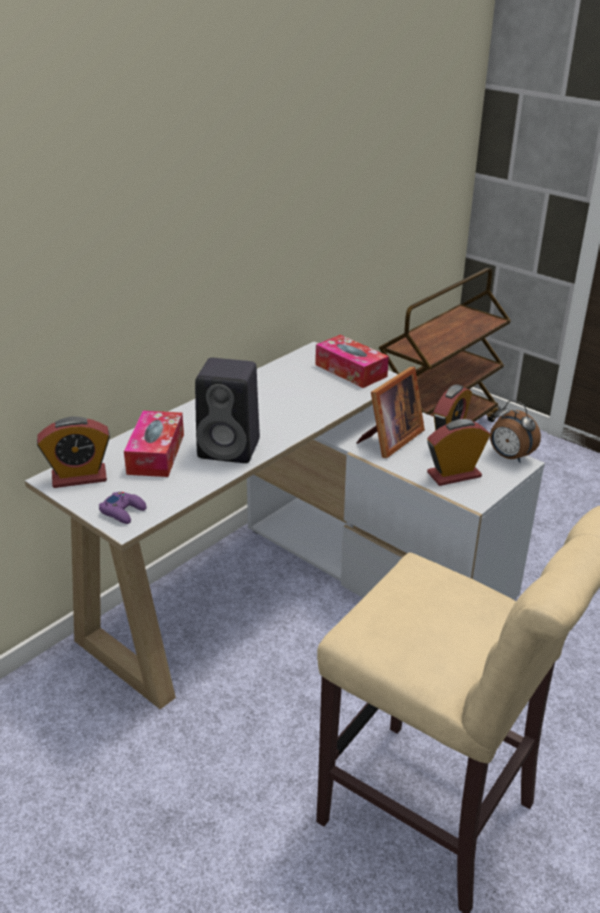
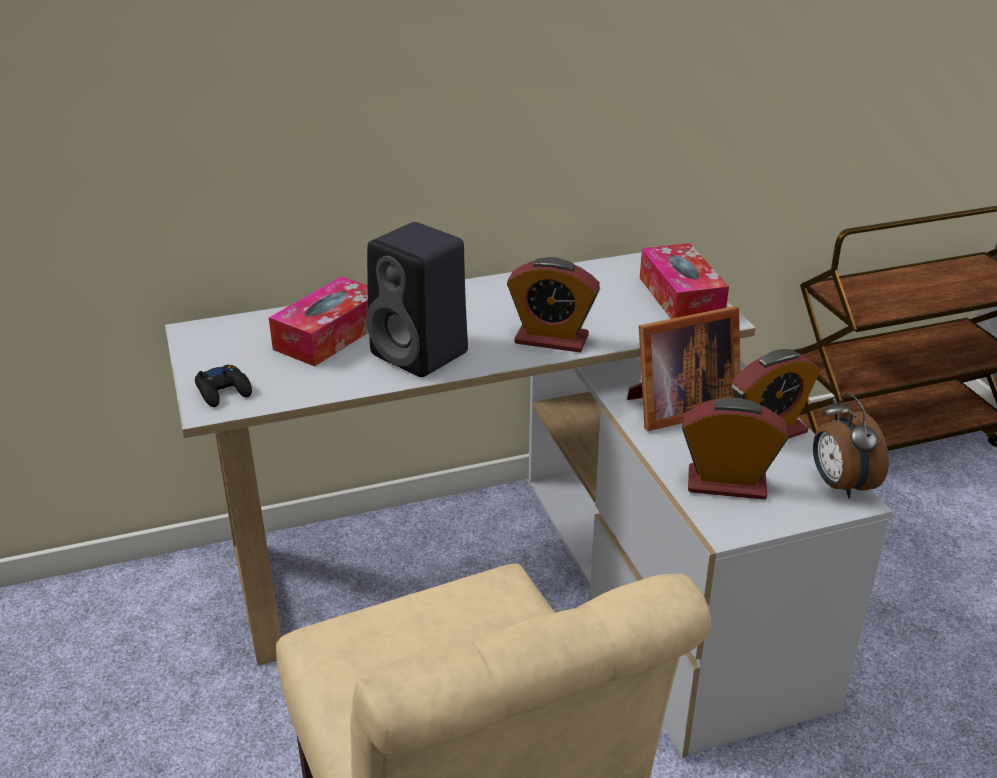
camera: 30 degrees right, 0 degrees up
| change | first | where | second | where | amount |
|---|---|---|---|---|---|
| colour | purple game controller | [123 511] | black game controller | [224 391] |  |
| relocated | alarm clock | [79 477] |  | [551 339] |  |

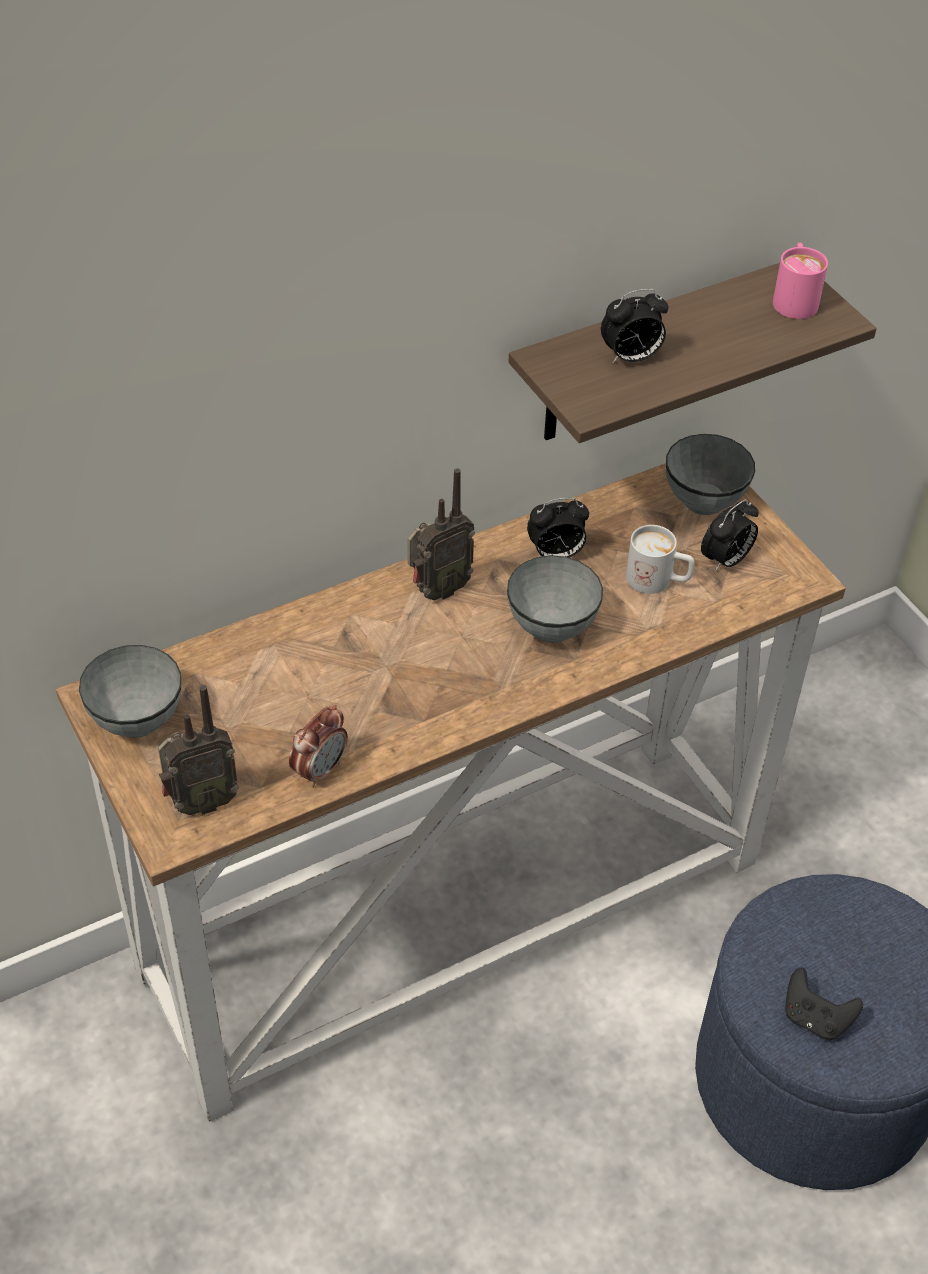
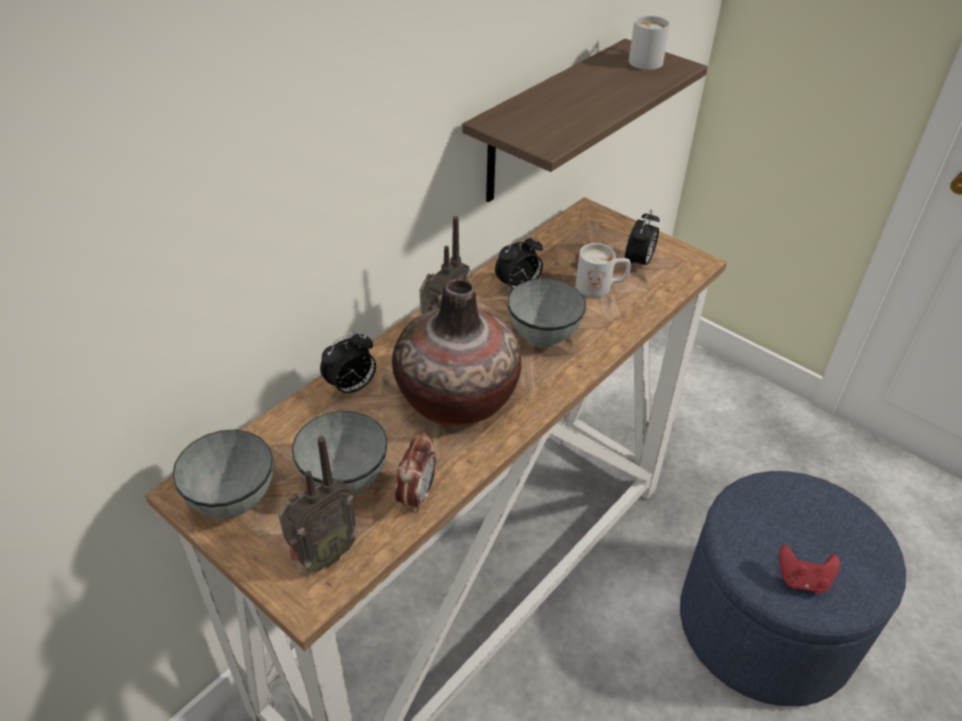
camera: 20 degrees left, 5 degrees down
| change | first | where | second | where | amount |
|---|---|---|---|---|---|
| relocated | grey bowl | [703 501] |  | [344 480] |  |
| relocated | alarm clock | [631 358] |  | [351 387] |  |
| appeared |  |  | vase | [457 399] |  |
| colour | pink mug | [794 298] | white mug | [642 59] |  |
| colour | black game controller | [815 1018] | red game controller | [802 580] |  |

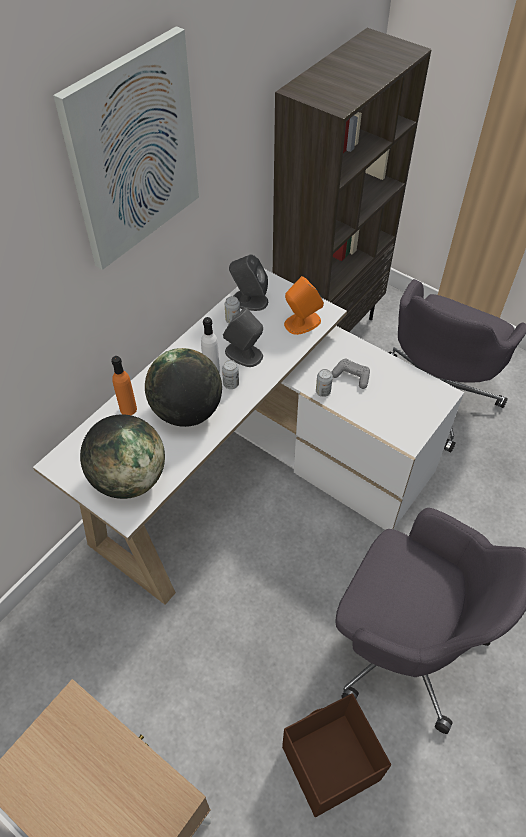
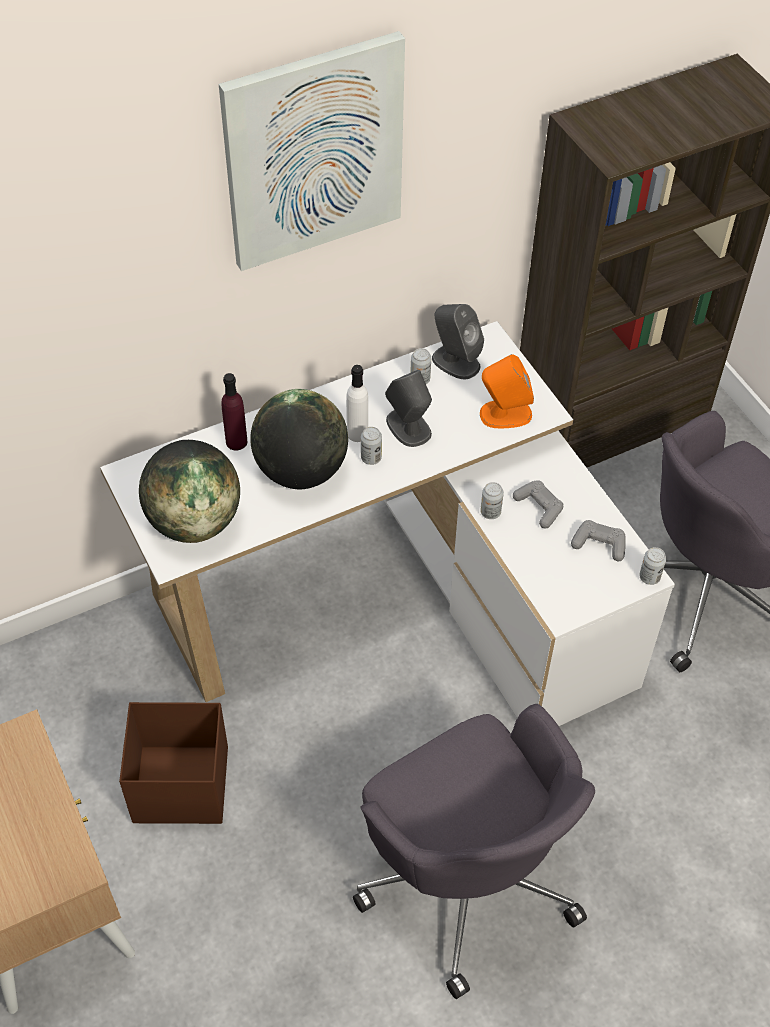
camera: 25 degrees right, 0 degrees up
| change | first | where | second | where | amount |
|---|---|---|---|---|---|
| relocated | brown storage box | [328 764] |  | [179 784] |  |
| colour | orange bottle | [128 409] | purple bottle | [236 442] |  |
| appeared |  |  | grey game controller | [599 545] |  |
| appeared |  |  | can | [649 577] |  |

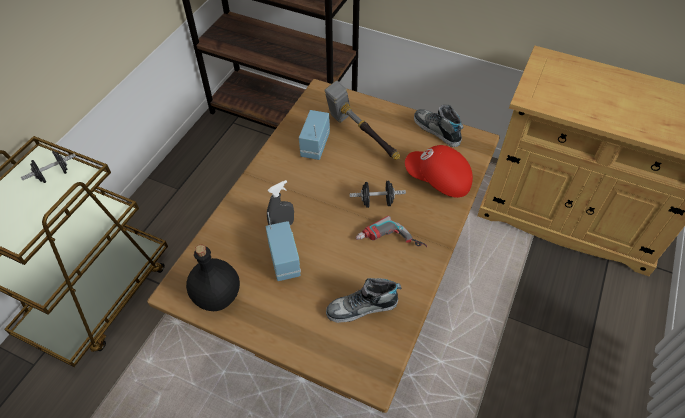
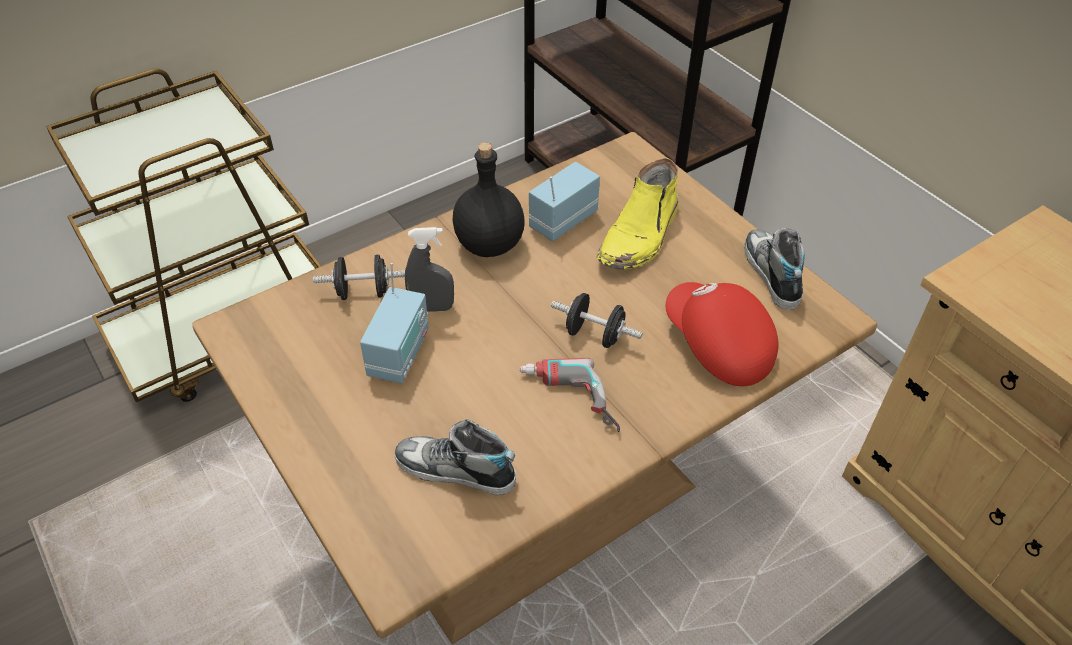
camera: 30 degrees right, 5 degrees down
| change | first | where | second | where | amount |
|---|---|---|---|---|---|
| relocated | black dumbbell | [54 175] |  | [363 292] |  |
| relocated | black bottle | [216 297] |  | [488 245] |  |
| exchanged | hammer | [360 137] | yellow boot | [640 236] |  |

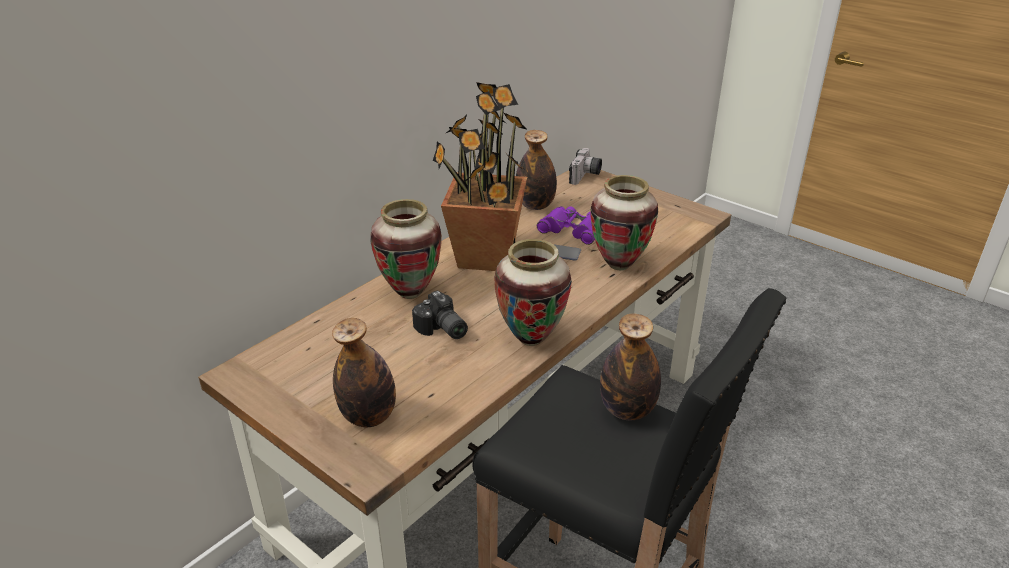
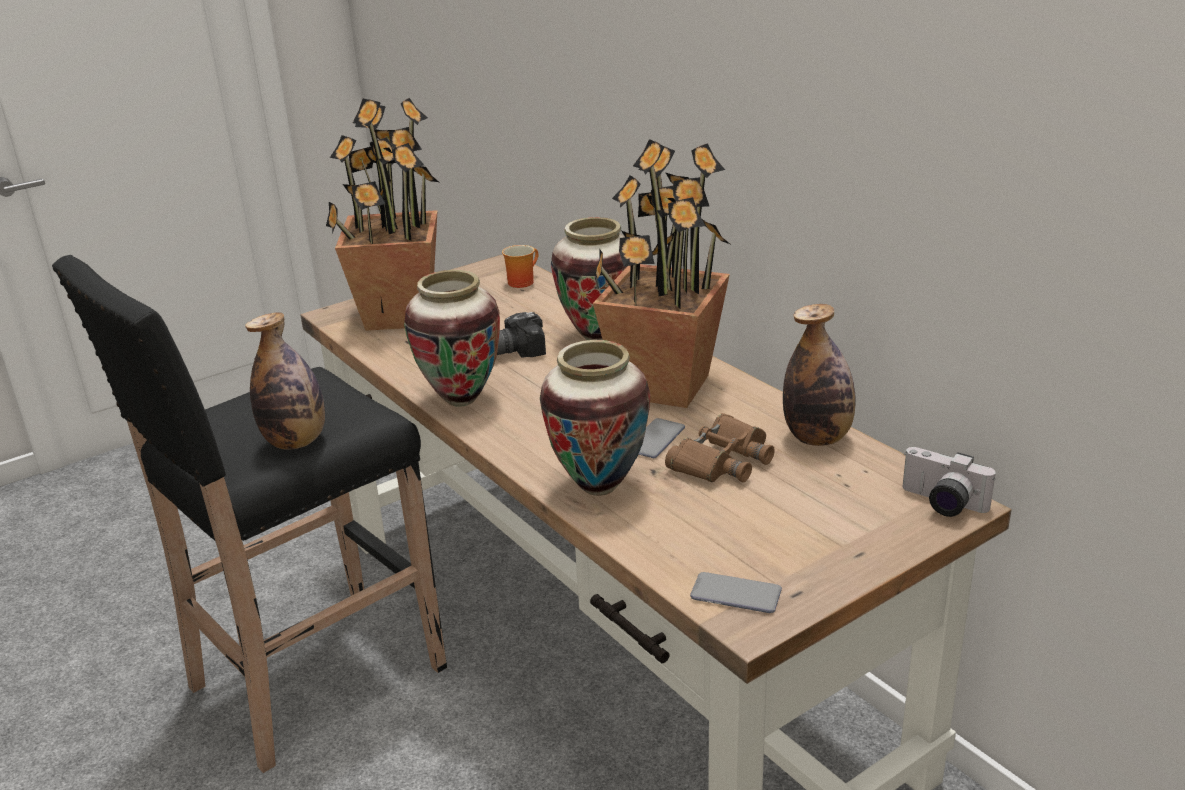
camera: 105 degrees right, 5 degrees down
| change | first | where | second | where | amount |
|---|---|---|---|---|---|
| exchanged | bottle | [369 417] | potted plant | [399 315] |  |
| appeared |  |  | mug | [521 281] |  |
| colour | purple binoculars | [571 230] | brown binoculars | [722 460] |  |
| appeared |  |  | phone | [735 594] |  |

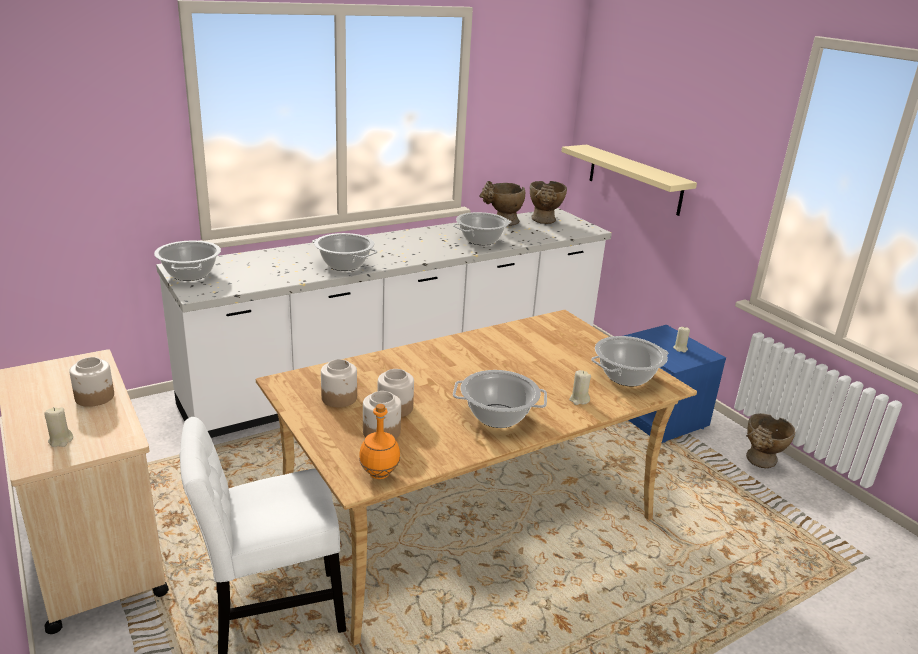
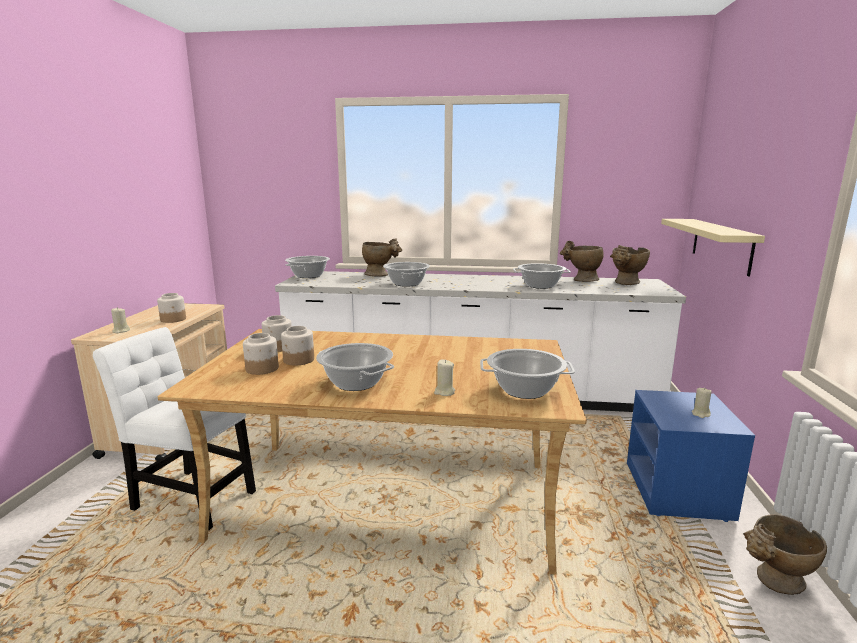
camera: 40 degrees right, 10 degrees down
| change | first | where | second | where | amount |
|---|---|---|---|---|---|
| appeared |  |  | beige vase | [380 275] |  |
| missing | orange bottle | [379 474] |  |  |  |

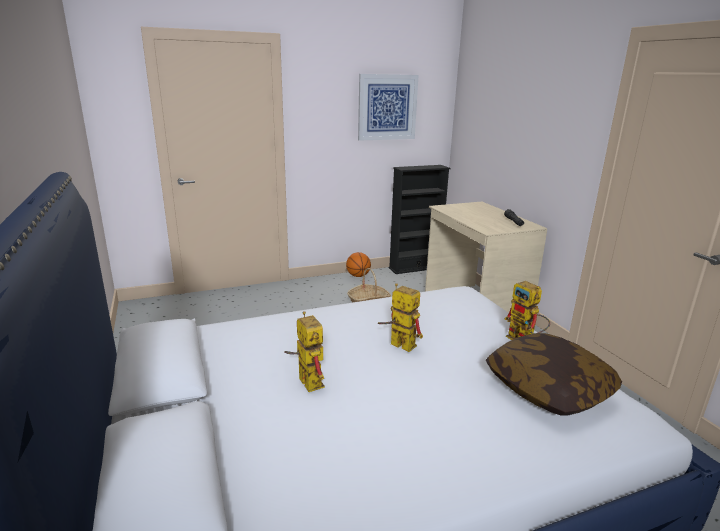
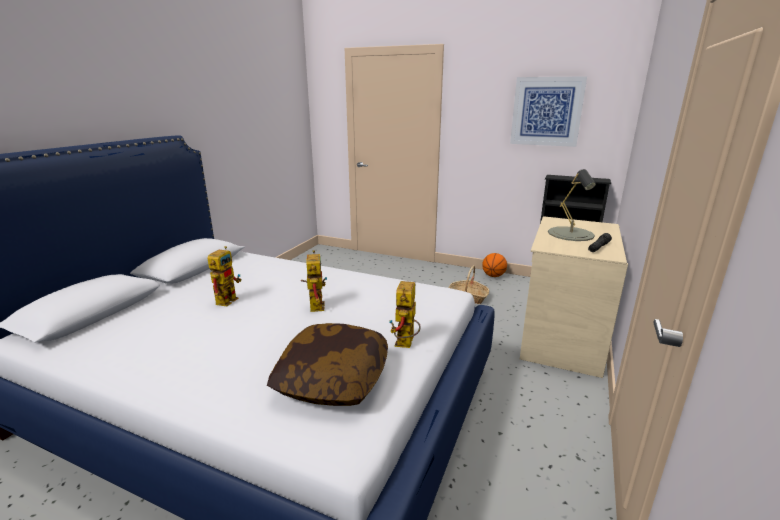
camera: 45 degrees right, 0 degrees up
| change | first | where | second | where | amount |
|---|---|---|---|---|---|
| appeared |  |  | grey table lamp | [570 234] |  |

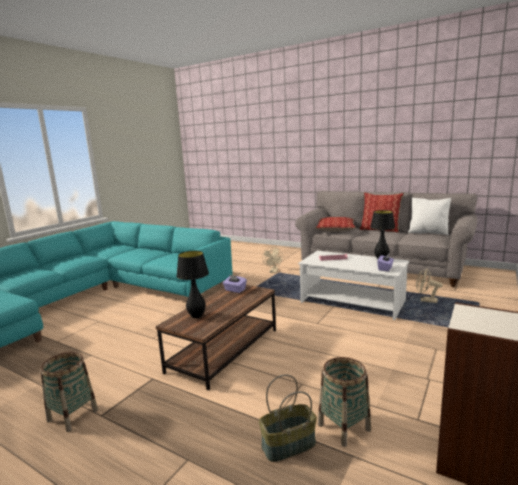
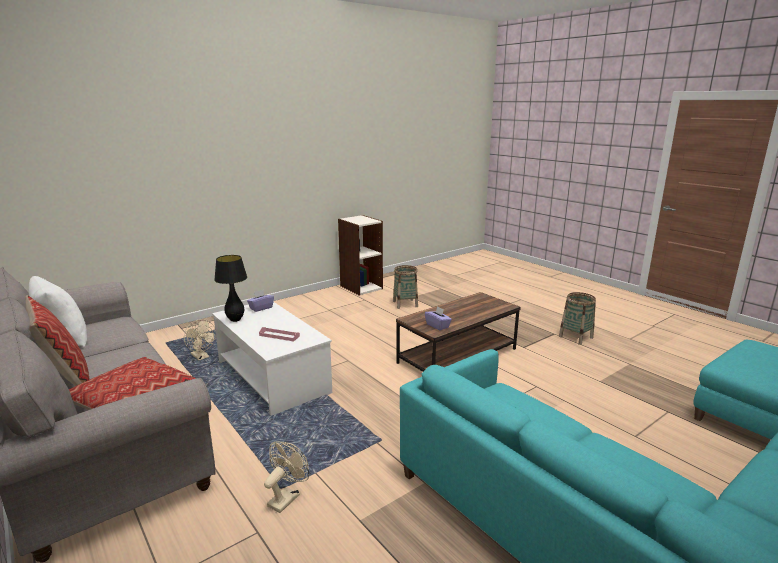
camera: 160 degrees left, 5 degrees up
| change | first | where | second | where | amount |
|---|---|---|---|---|---|
| missing | black table lamp | [196 316] |  |  |  |
| missing | basket | [288 446] |  |  |  |

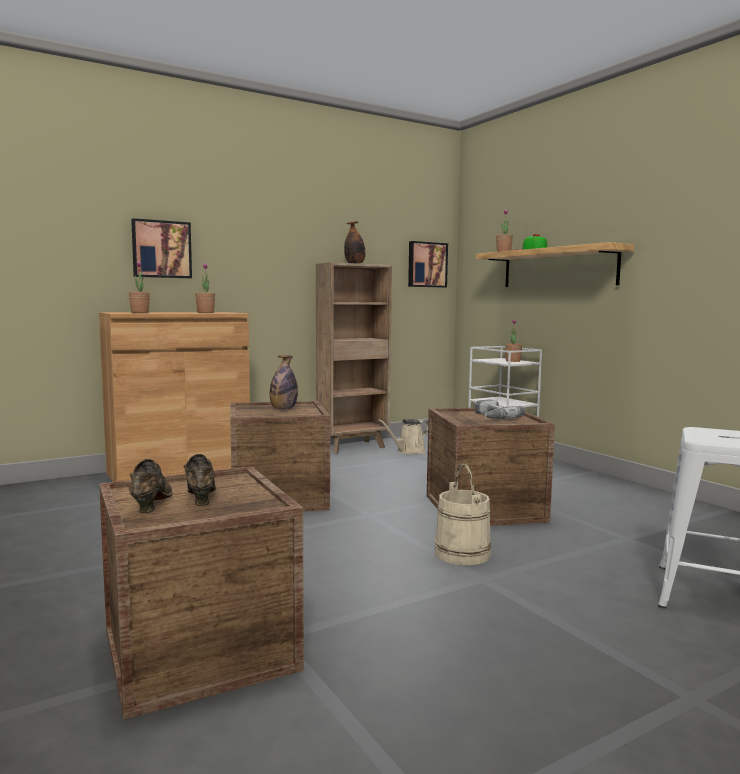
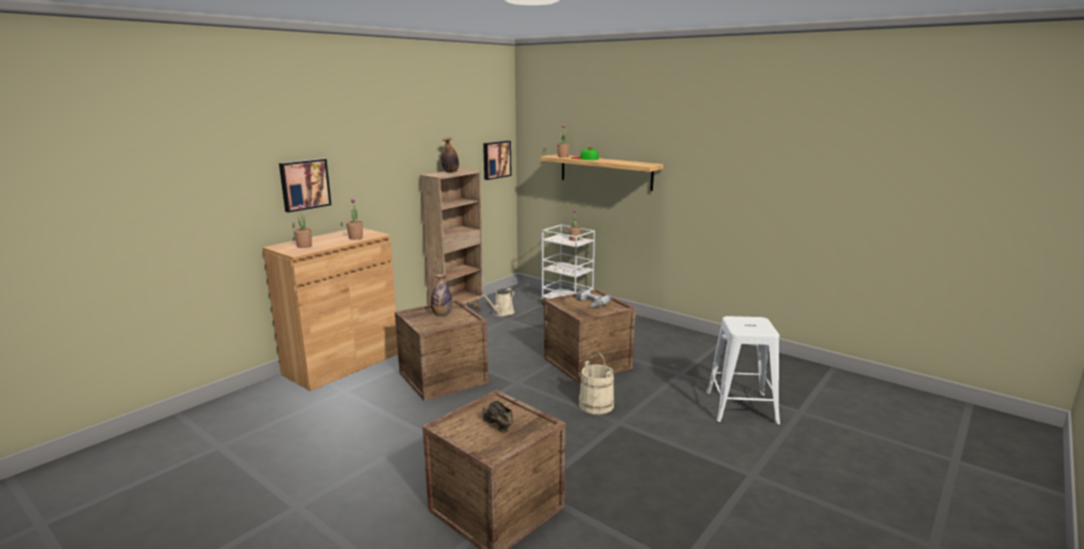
camera: 20 degrees left, 10 degrees up
| change | first | where | second | where | amount |
|---|---|---|---|---|---|
| missing | brown shoe | [151 505] |  |  |  |

